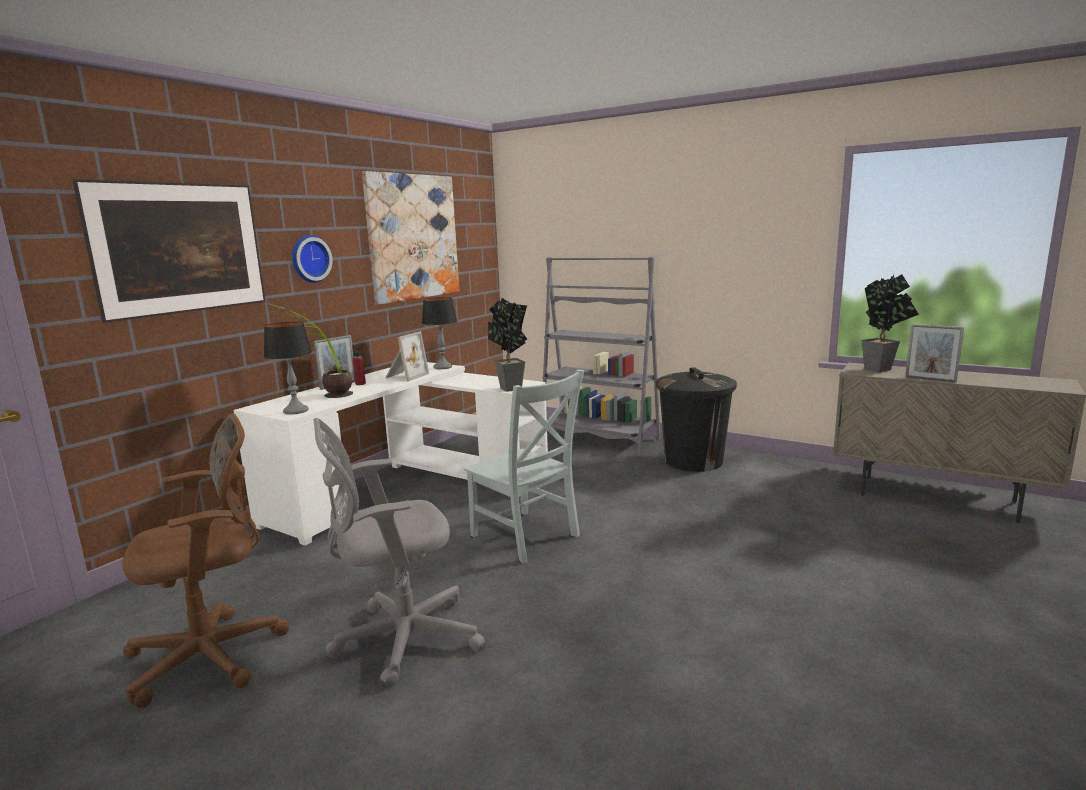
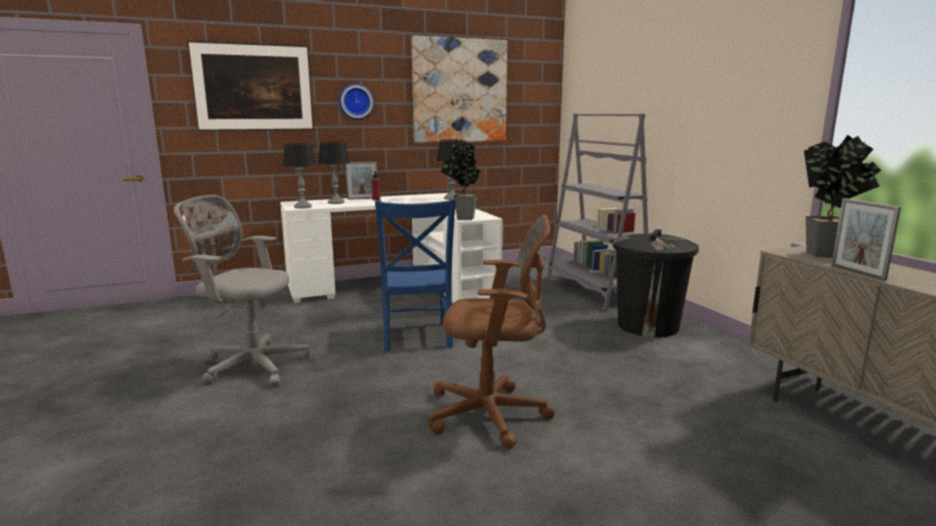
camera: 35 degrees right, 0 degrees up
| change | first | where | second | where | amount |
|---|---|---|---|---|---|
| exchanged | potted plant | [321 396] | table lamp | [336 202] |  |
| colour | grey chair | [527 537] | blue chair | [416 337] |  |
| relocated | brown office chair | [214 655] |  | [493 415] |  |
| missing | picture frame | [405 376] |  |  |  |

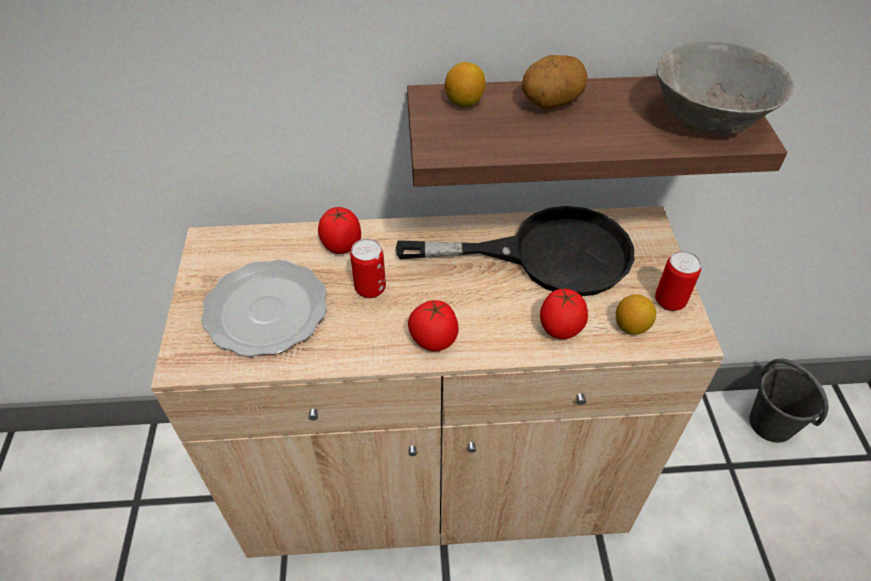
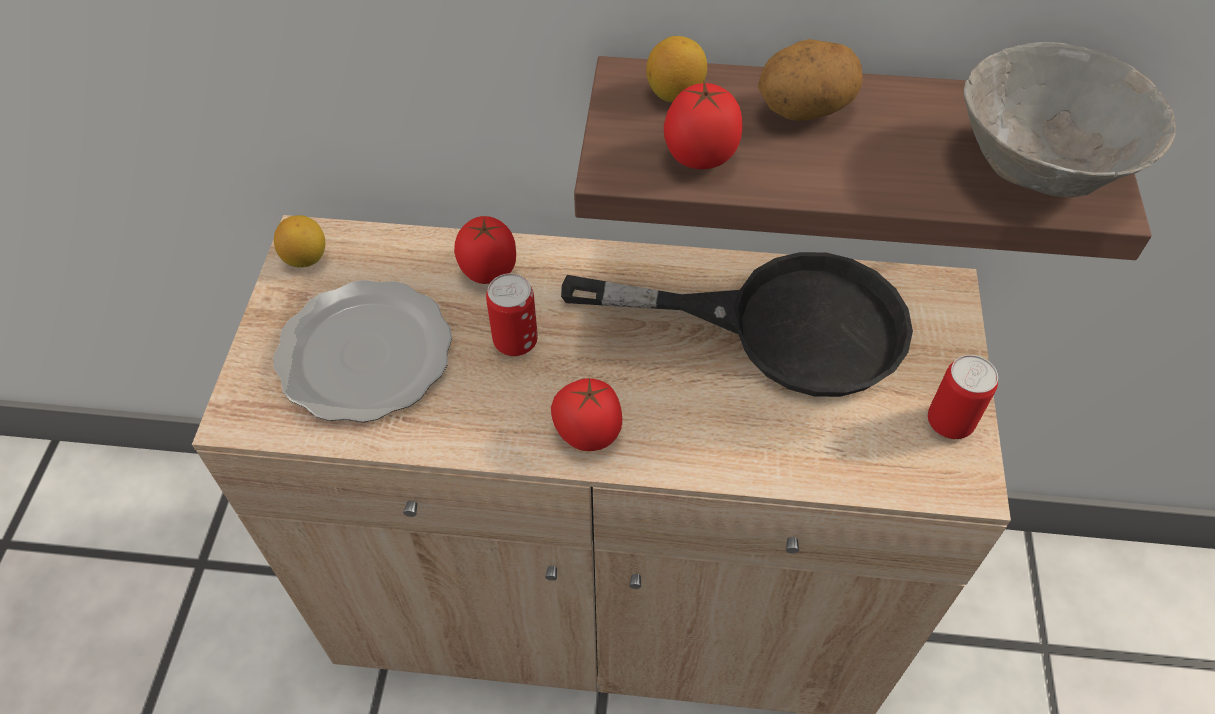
camera: 10 degrees right, 5 degrees up
| change | first | where | second | where | amount |
|---|---|---|---|---|---|
| relocated | lemon | [631 326] |  | [306 258] |  |
| relocated | tomato | [559 329] |  | [699 158] |  |
| missing | grey bucket | [771 424] |  |  |  |

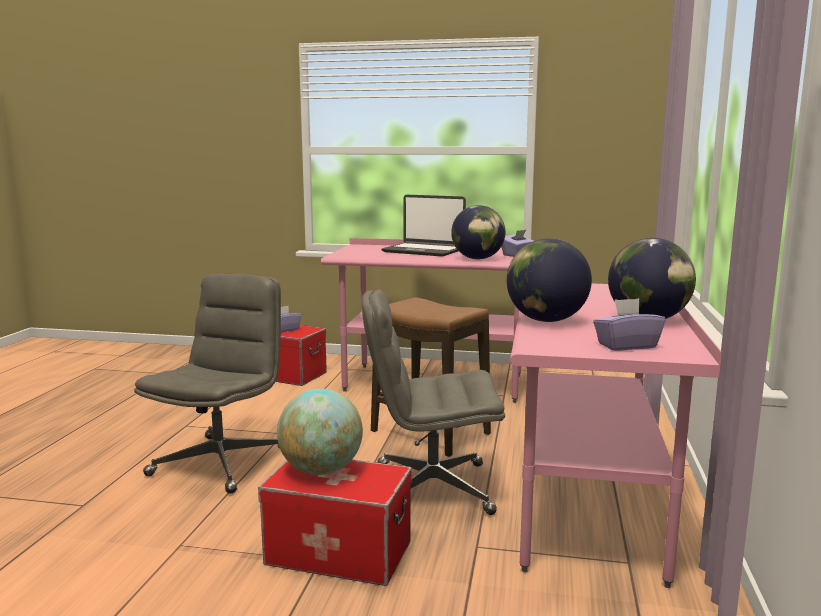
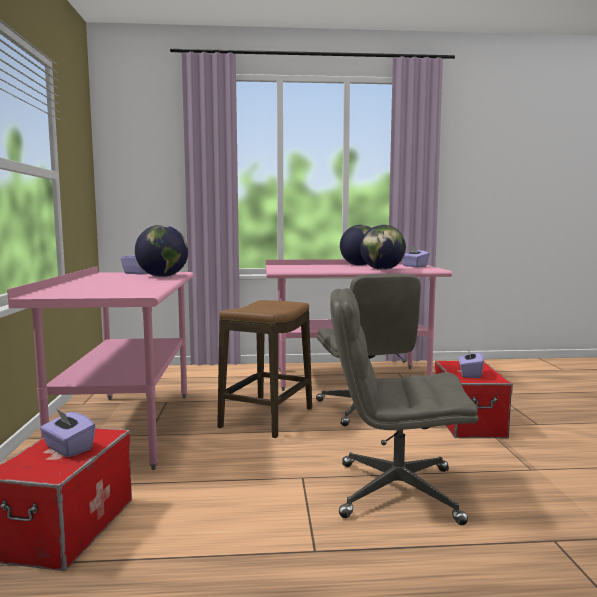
camera: 105 degrees left, 5 degrees down
| change | first | where | second | where | amount |
|---|---|---|---|---|---|
| exchanged | globe | [321 470] | purple tissue box | [470 374] |  |
| missing | laptop | [424 251] |  |  |  |

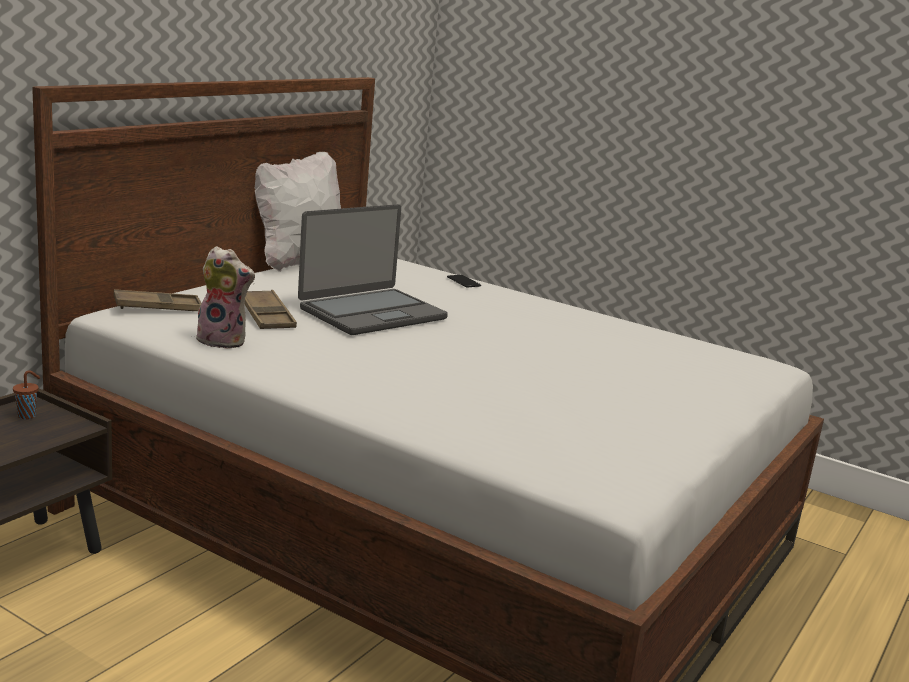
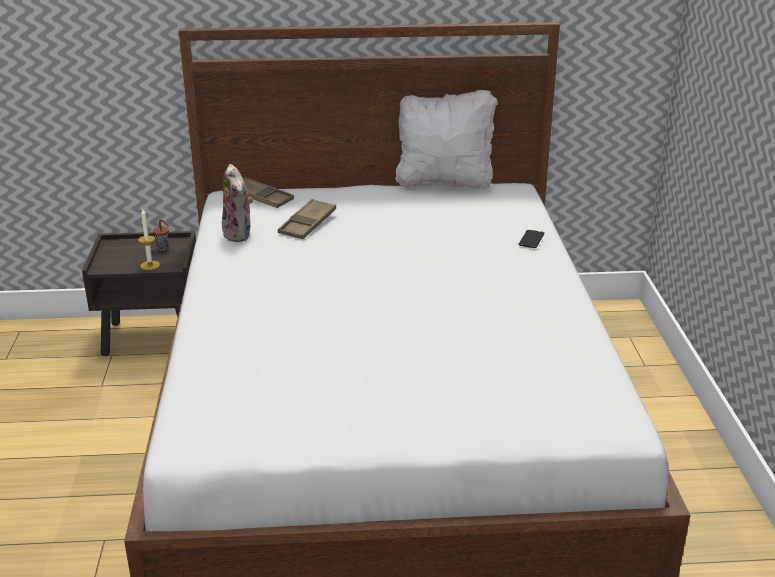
camera: 55 degrees right, 10 degrees up
| change | first | where | second | where | amount |
|---|---|---|---|---|---|
| appeared |  |  | candle | [150 265] |  |
| missing | laptop | [371 313] |  |  |  |

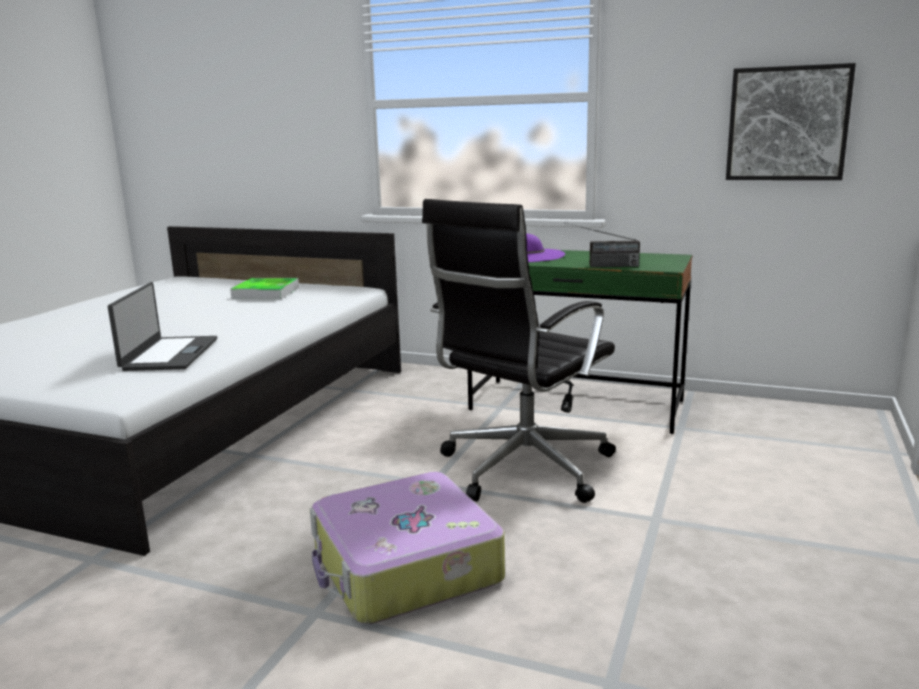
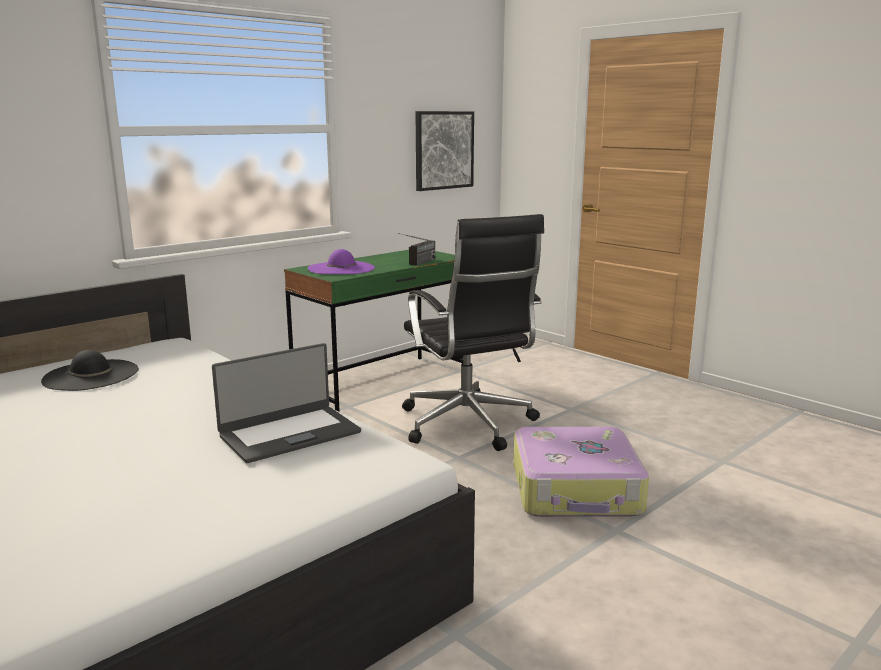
camera: 65 degrees left, 0 degrees up
| change | first | where | second | where | amount |
|---|---|---|---|---|---|
| exchanged | tray | [266 293] | black hat | [91 375] |  |
| spun | laptop | [169 354] |  | [289 434] | 120 degrees clockwise |

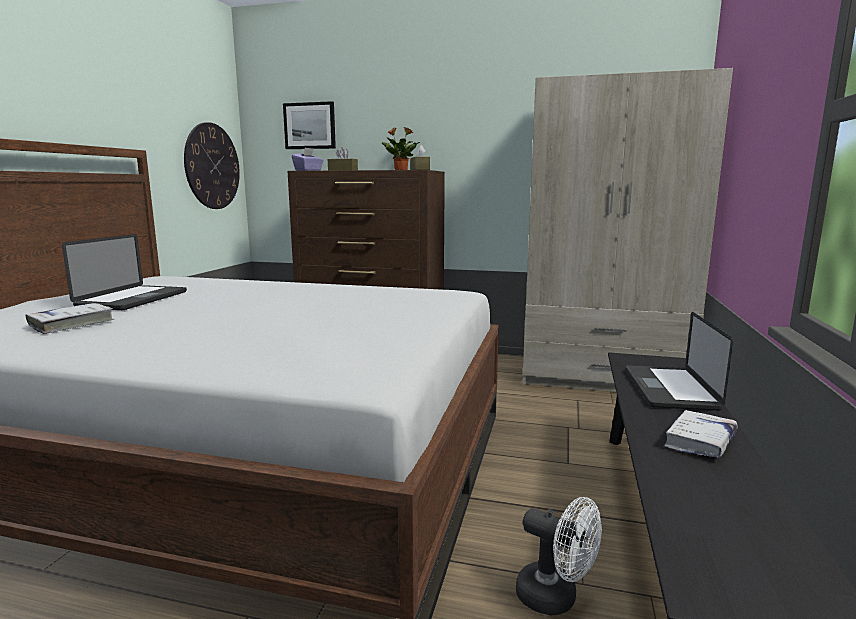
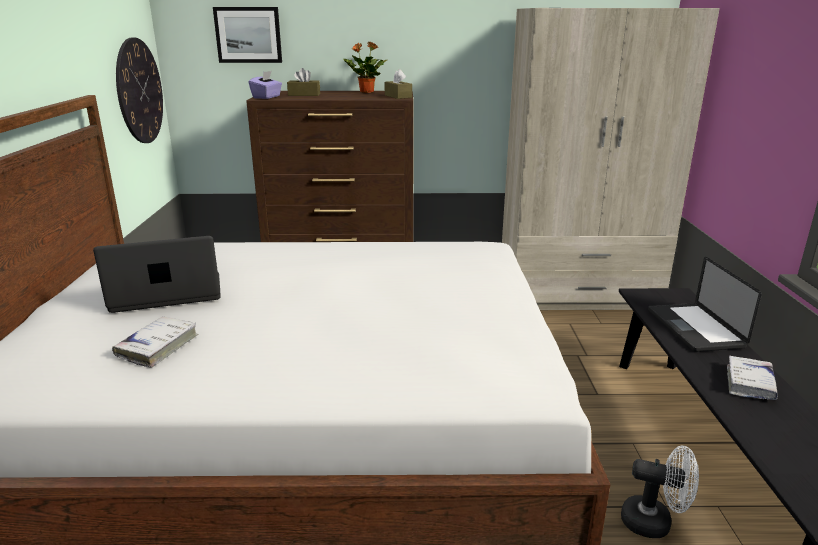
camera: 15 degrees left, 10 degrees up
| change | first | where | second | where | amount |
|---|---|---|---|---|---|
| spun | laptop | [133 299] |  | [167 294] | 105 degrees counterclockwise |

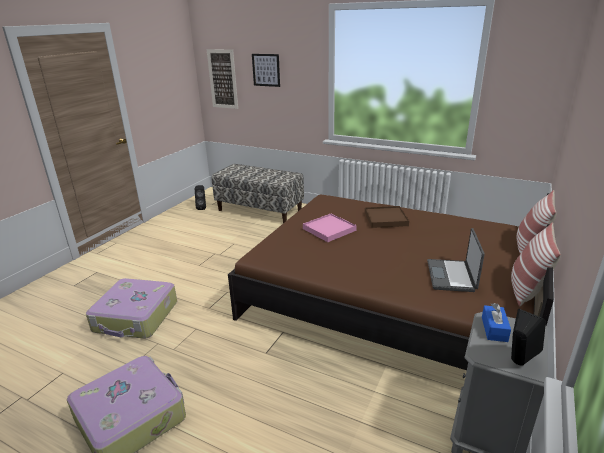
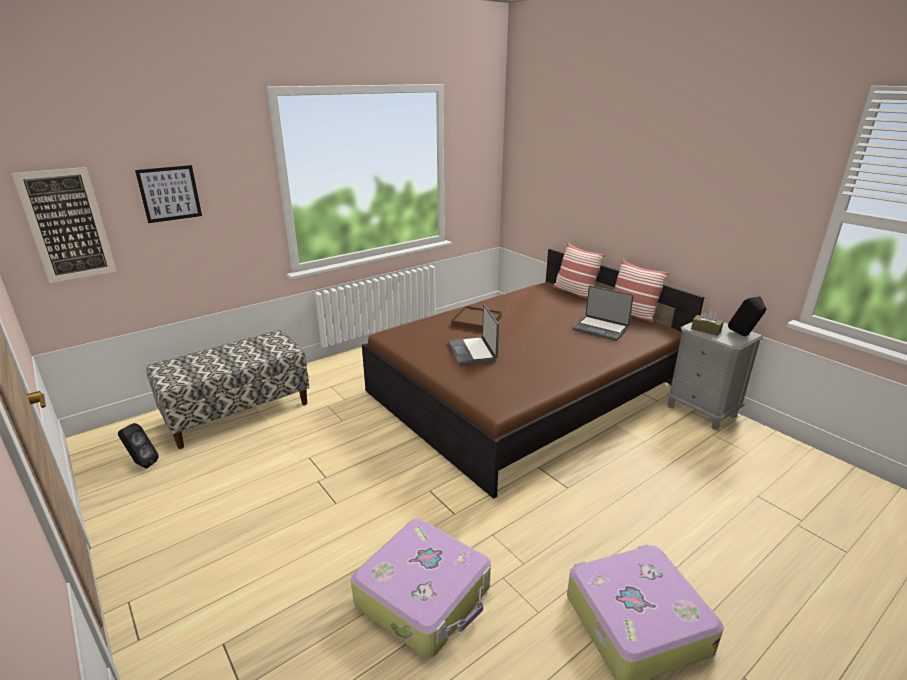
camera: 65 degrees left, 0 degrees up
| change | first | where | second | where | amount |
|---|---|---|---|---|---|
| exchanged | pink tray | [329 229] | laptop | [473 352] |  |
| colour | blue tissue box | [494 329] | brown tissue box | [706 330] |  |

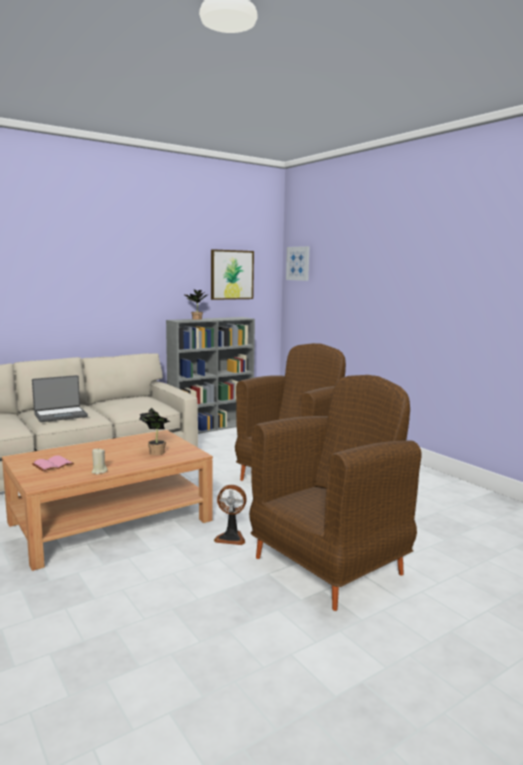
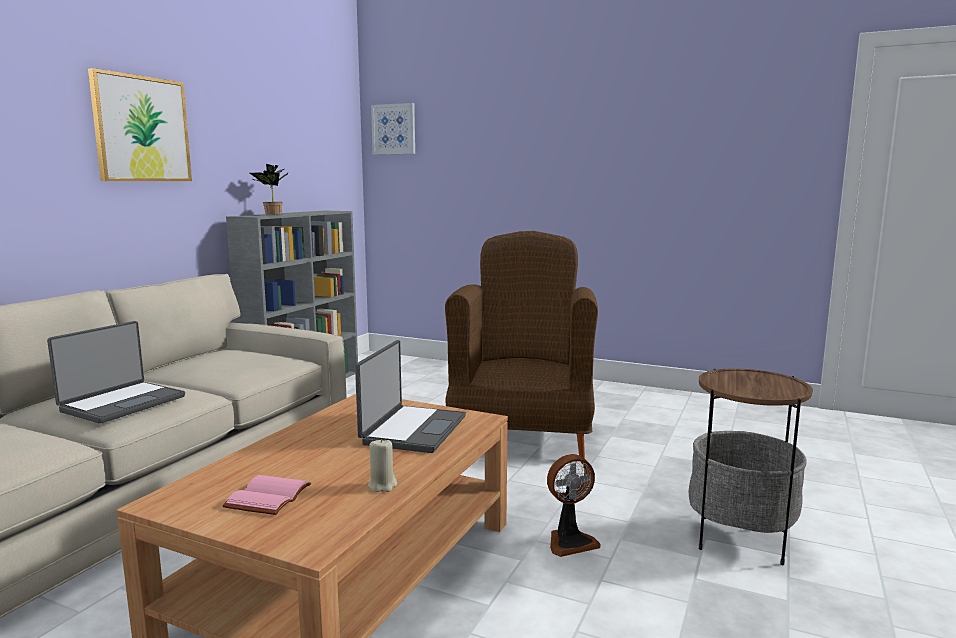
camera: 30 degrees left, 0 degrees up
| change | first | where | second | where | amount |
|---|---|---|---|---|---|
| relocated | picture | [231 275] |  | [141 129] |  |
| exchanged | potted plant | [155 452] | laptop | [412 430] |  |
| exchanged | brown armchair | [330 565] | side table | [740 537] |  |

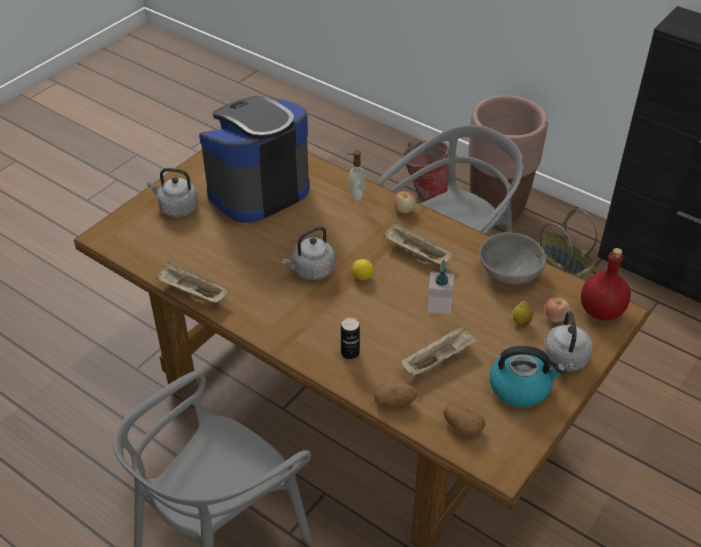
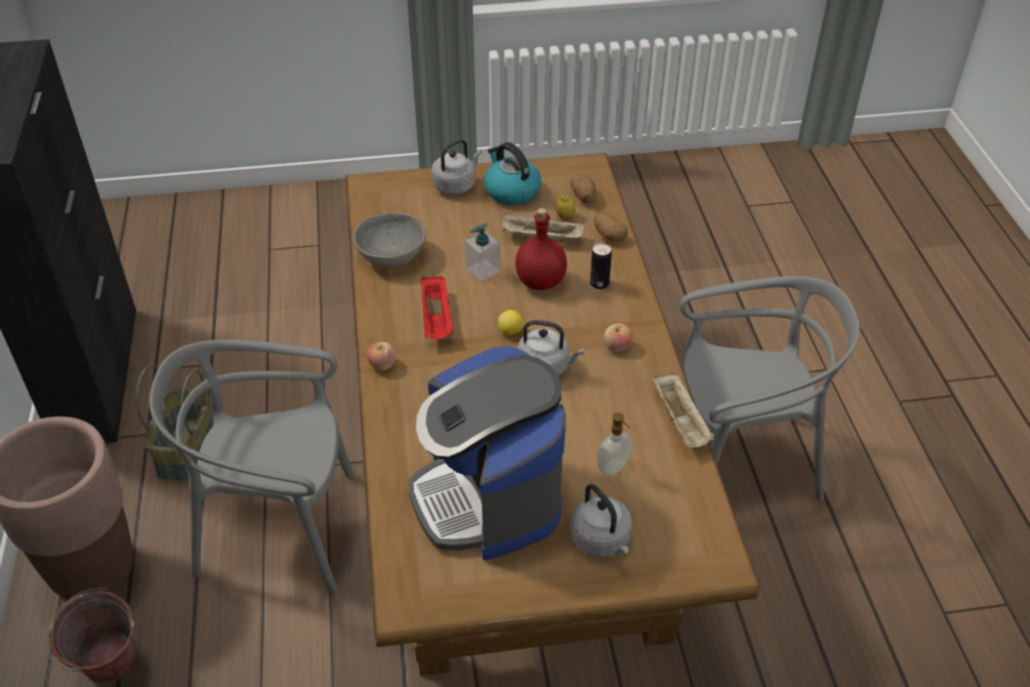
camera: 135 degrees left, 0 degrees up
| change | first | where | second | where | amount |
|---|---|---|---|---|---|
| spun | coffee machine | [257 190] |  | [488 498] | 60 degrees clockwise |
| colour | beige tray | [415 254] | red tray | [437 319] |  |
| relocated | red bottle | [602 311] |  | [539 281] |  |
| relocated | lemon | [521 322] |  | [565 216] |  |
| relocated | soap dispenser | [355 195] |  | [614 468] |  |
| relocated | apple | [555 317] |  | [617 346] |  |

